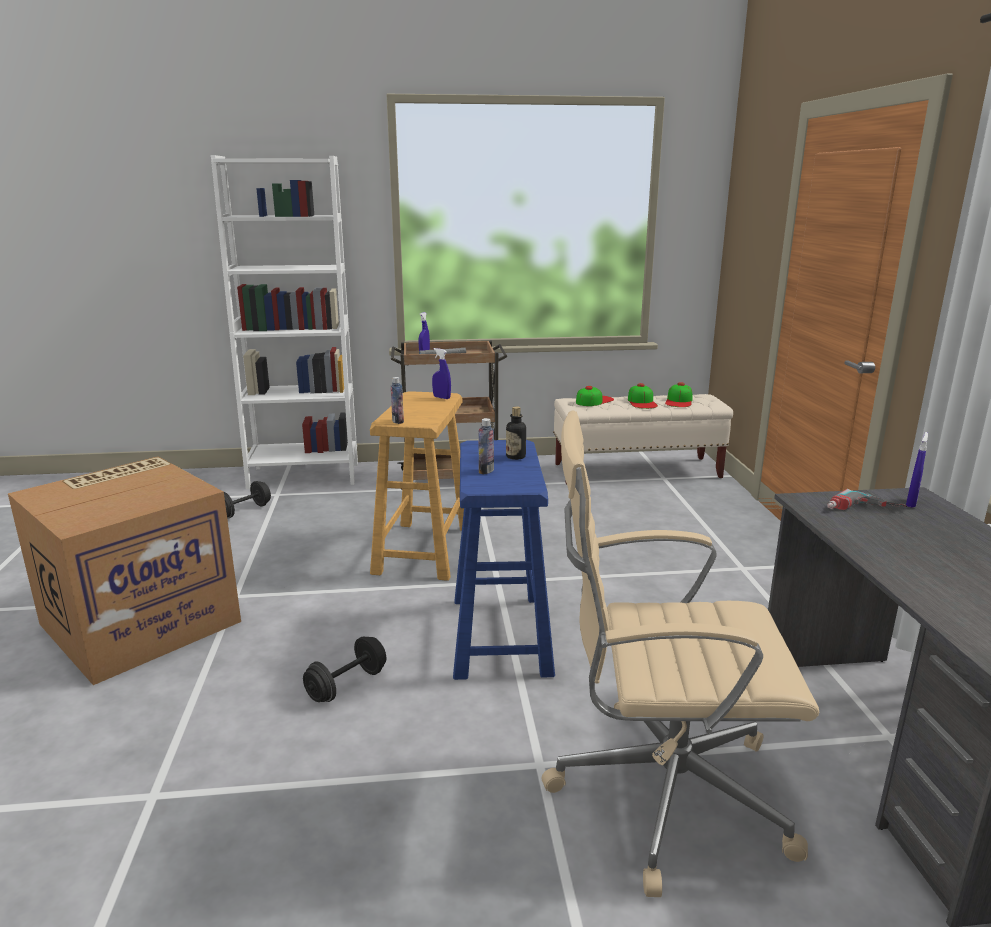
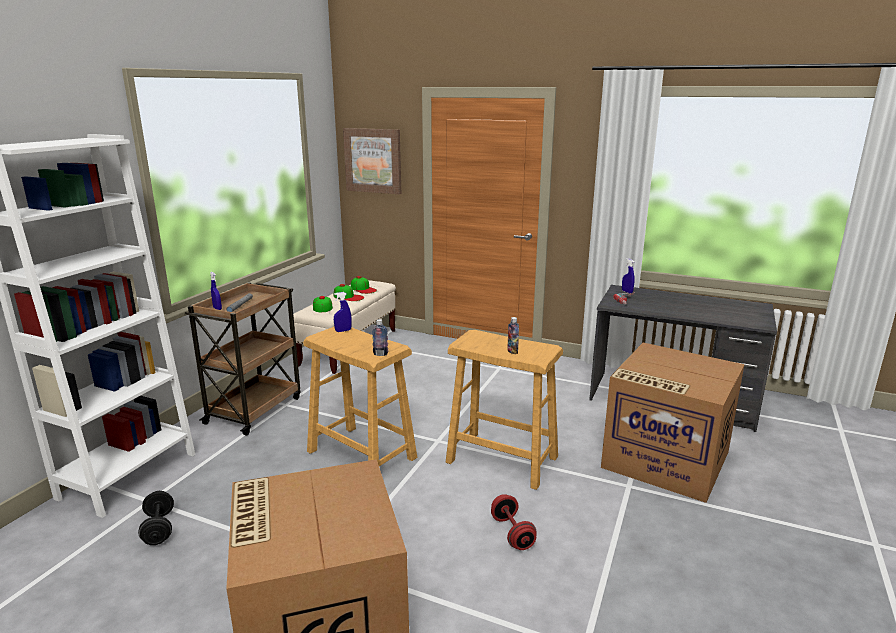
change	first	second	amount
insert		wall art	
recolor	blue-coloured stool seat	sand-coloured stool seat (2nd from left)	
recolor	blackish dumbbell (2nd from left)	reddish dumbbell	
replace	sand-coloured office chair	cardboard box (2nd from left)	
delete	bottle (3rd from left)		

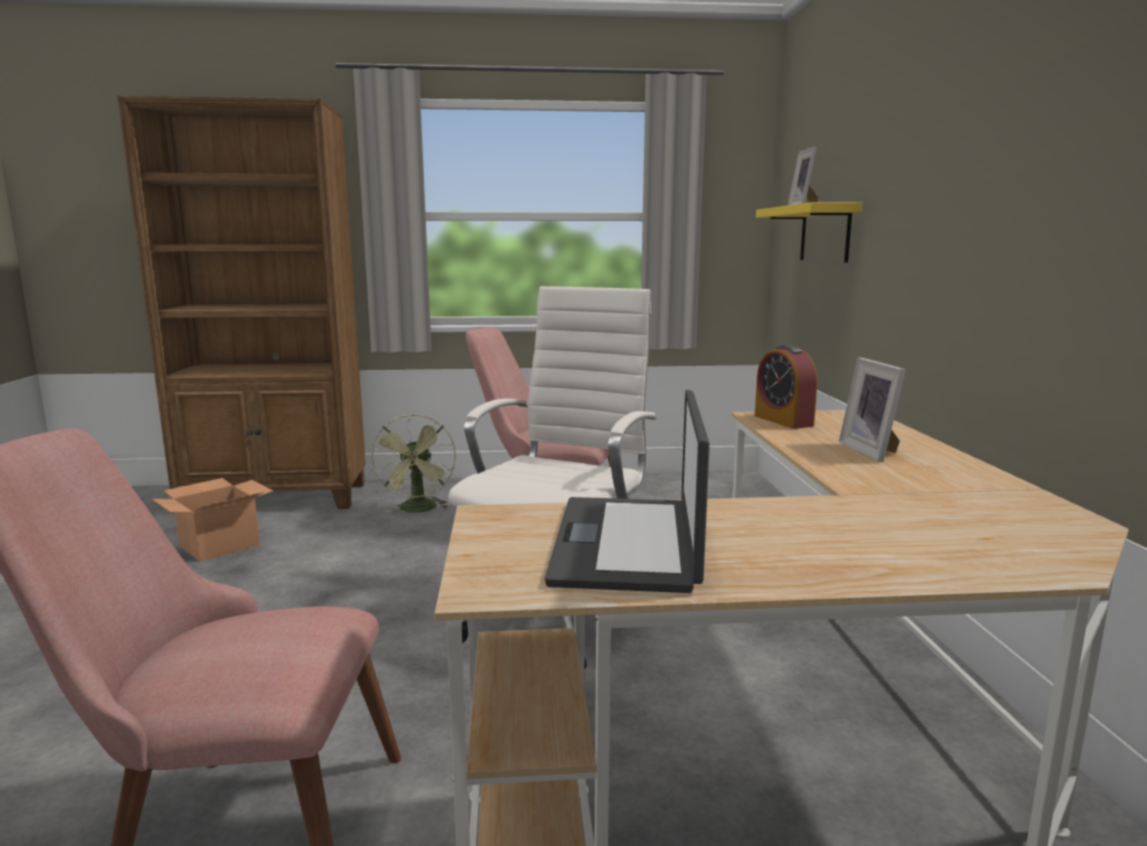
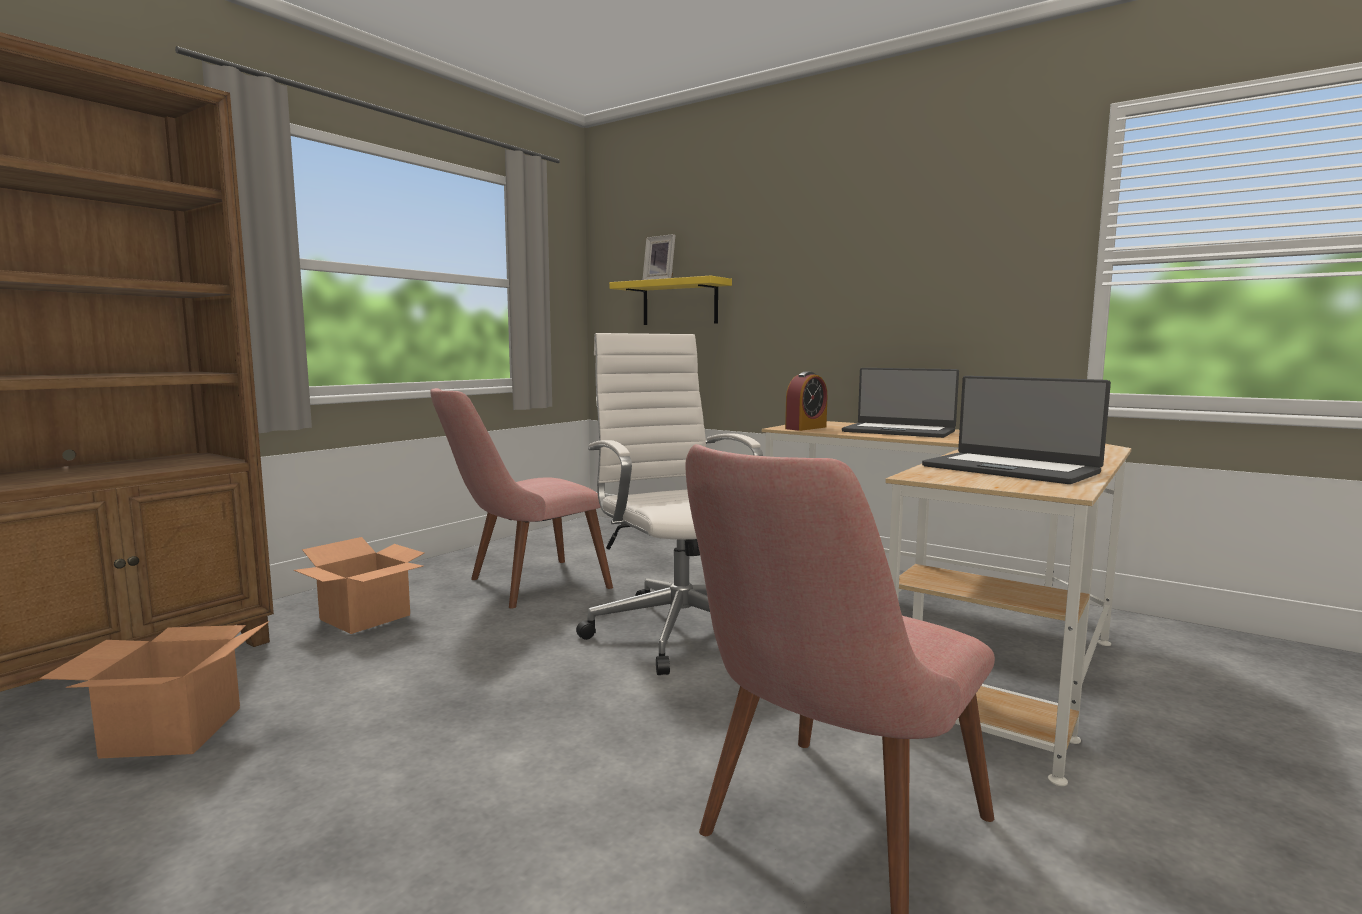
change	first	second	amount
replace	green cooling fan	cardboard box (2nd from left)	
rotate	bedside clock		60 degrees counterclockwise
replace	standing frame (2nd from left)	notebook computer (1st from left)	

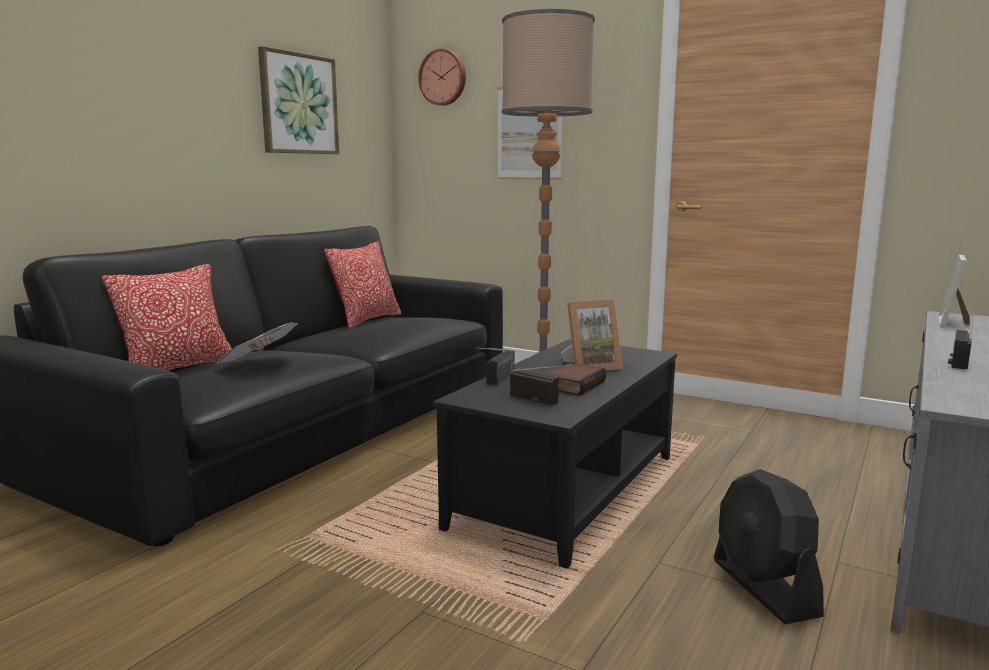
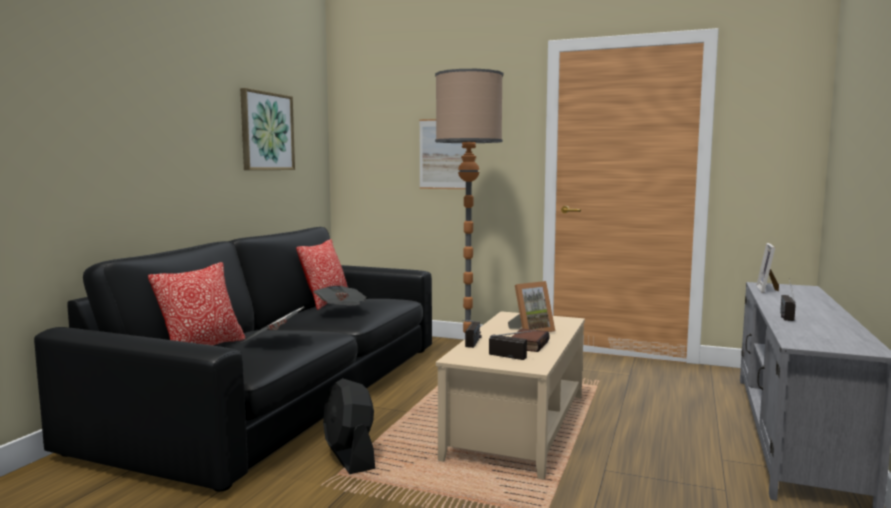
change	first	second	amount
insert		newspaper (2nd from left)	
move	blackish cooling fan		
recolor	blackish coffee table	sand-coloured coffee table	
delete	wall clock		

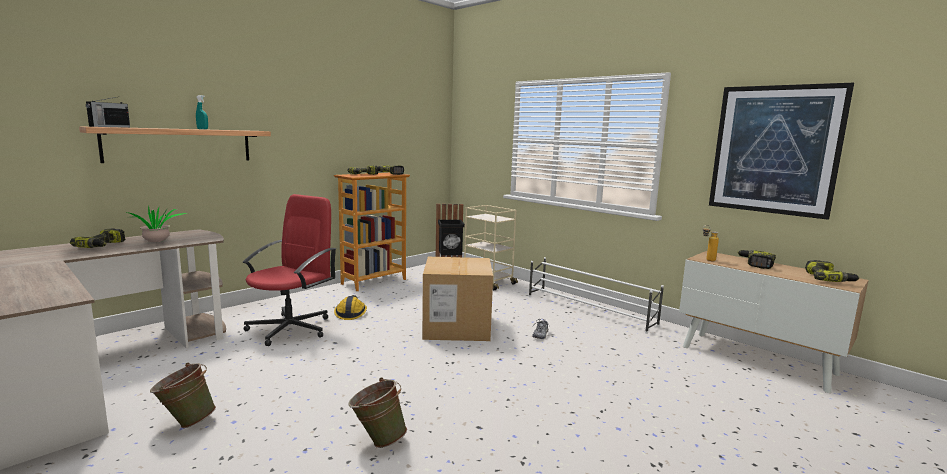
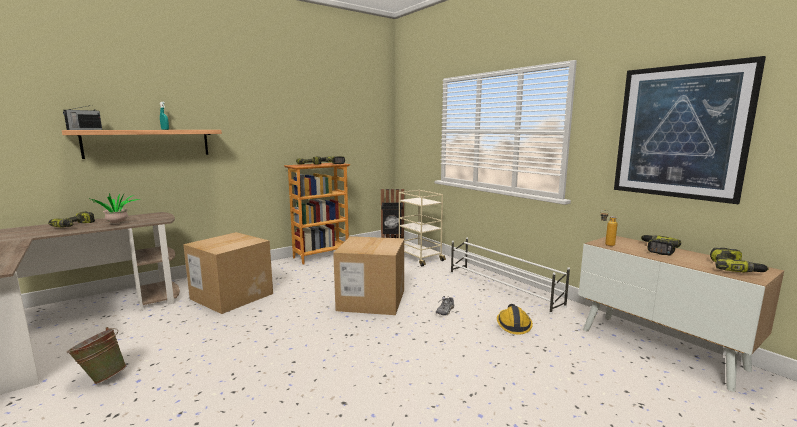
change	first	second	amount
replace	reddish office chair	cardboard box (1st from left)	
move	hard hat		
delete	green bucket (2nd from left)		

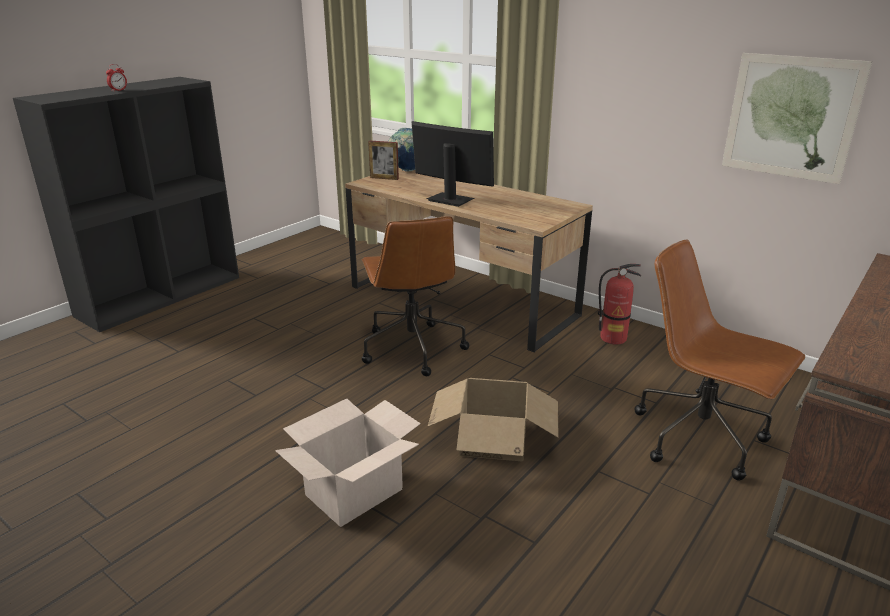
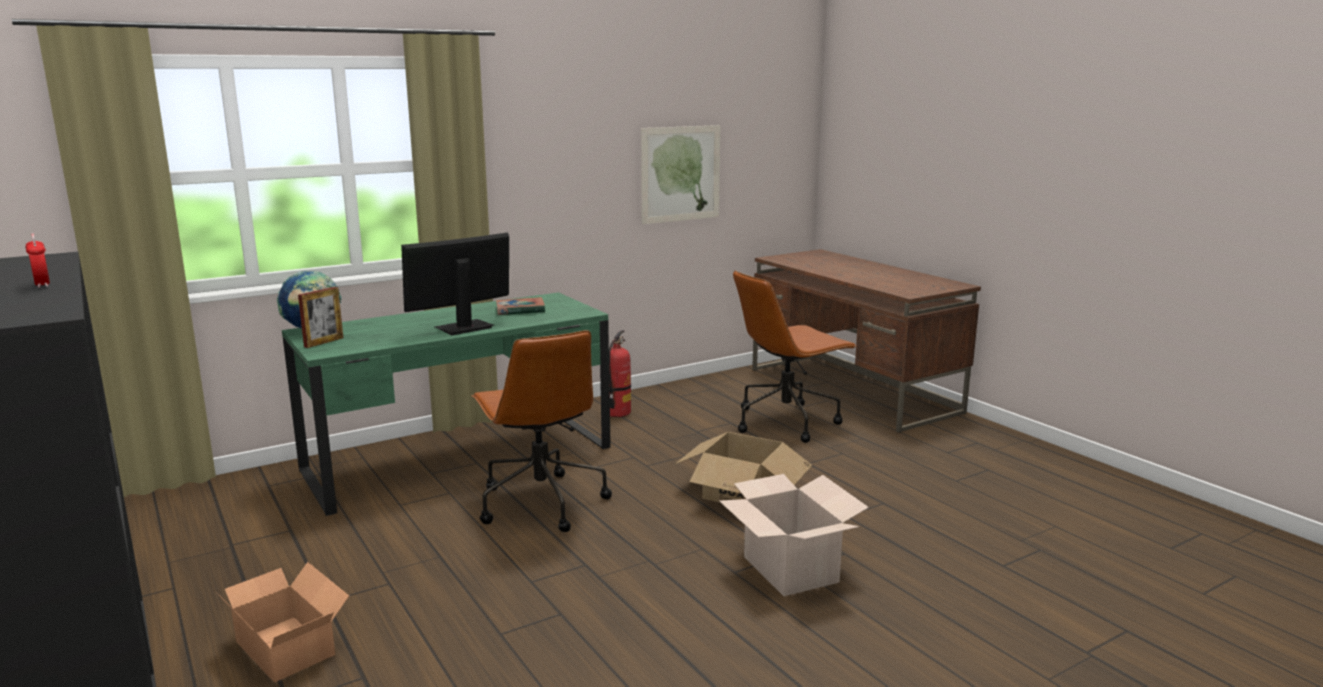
change	first	second	amount
insert		cardboard box (1st from left)	
recolor	brownish desk (1st from left)	green desk	
rotate	brownish office chair (1st from left)		60 degrees clockwise
insert		book	

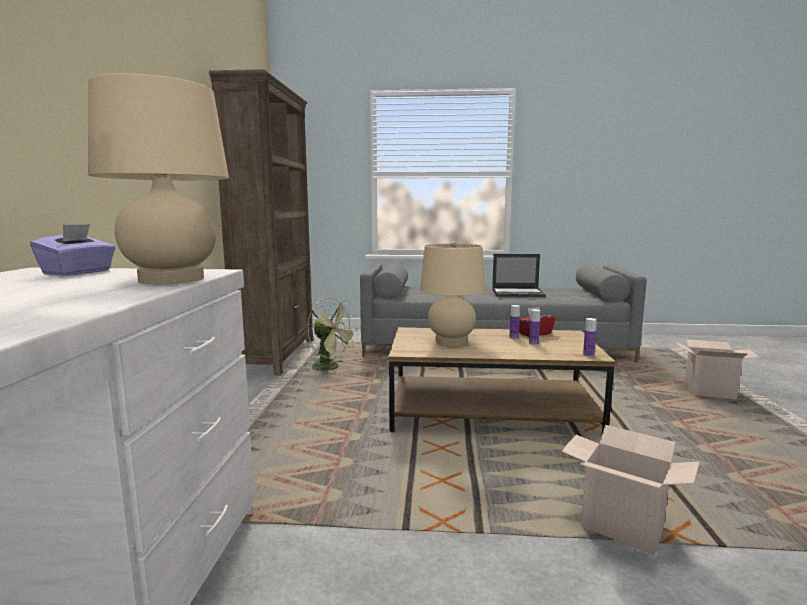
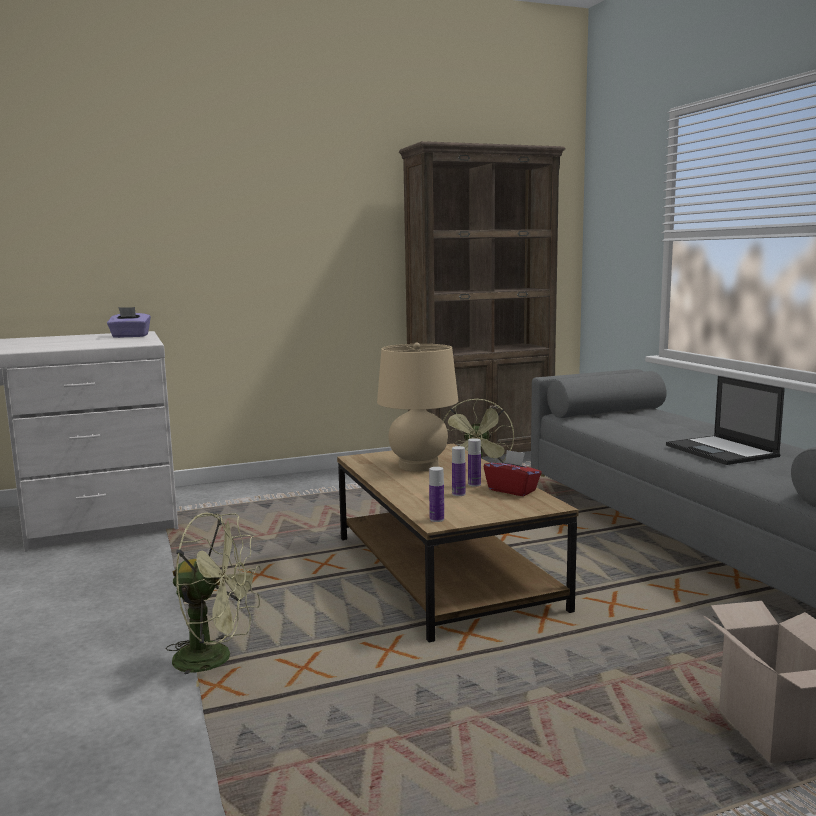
change	first	second	amount
replace	cardboard box (1st from left)	green cooling fan (1st from left)	
delete	sand-coloured tabletop lamp (1st from left)		

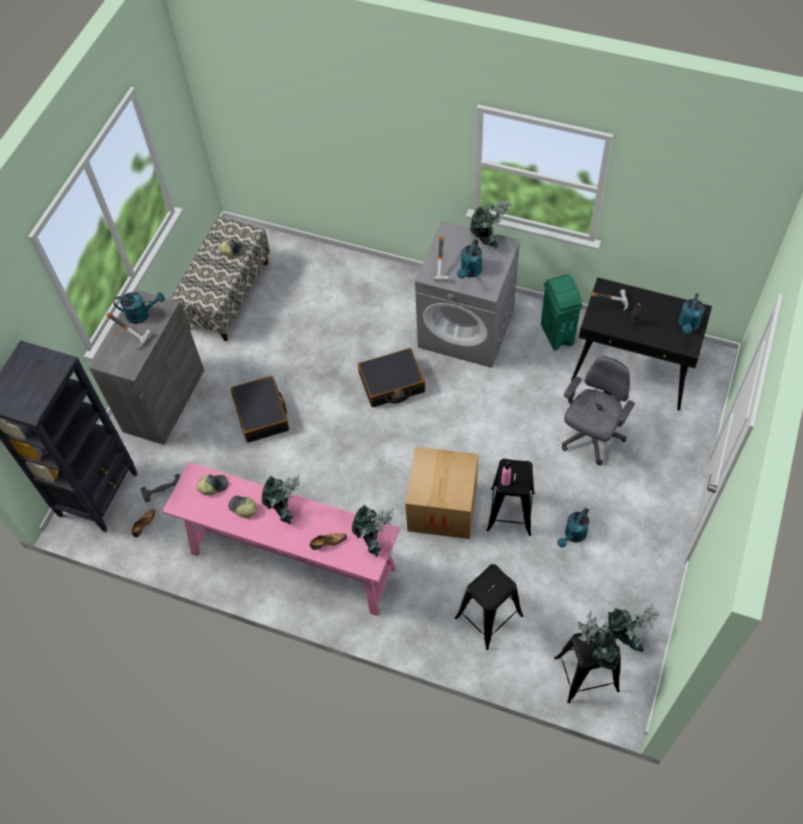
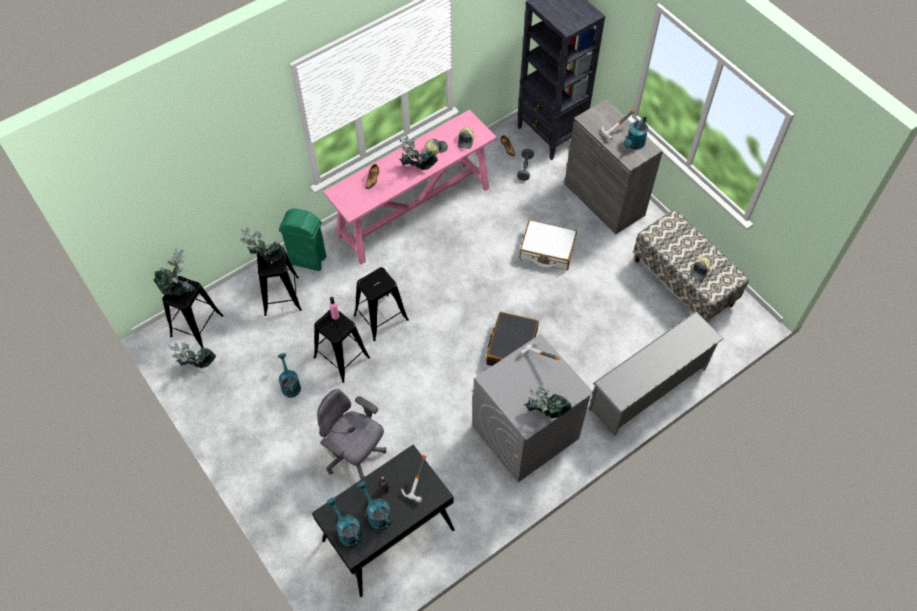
change	first	second	amount
move	houseplant (2nd from left in the first image)	houseplant (3rd from left)	
move	green rubbish bin		
rotate	grey office chair		150 degrees clockwise
replace	cardboard box	blackish stool seat (4th from left)	
move	blue-green sprinkling can (2nd from left in the first image)	blue-green sprinkling can (3rd from left)	
recolor	blackish piece of luggage (1st from left)	whitish piece of luggage	
insert		grey shoe stand	

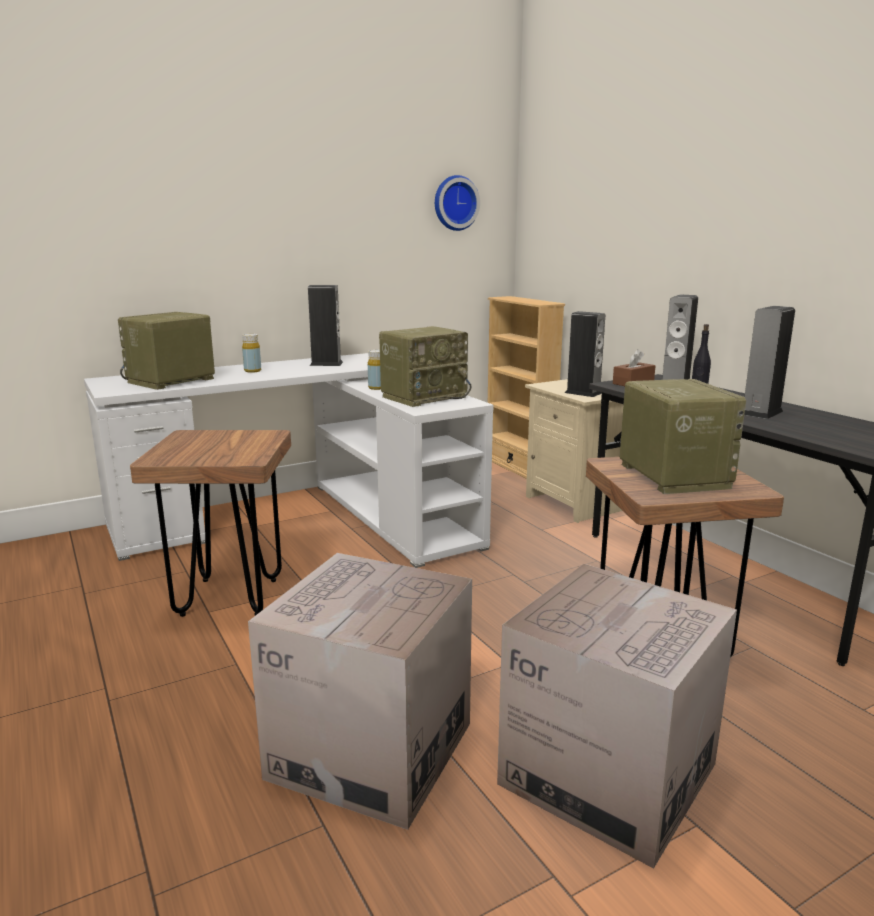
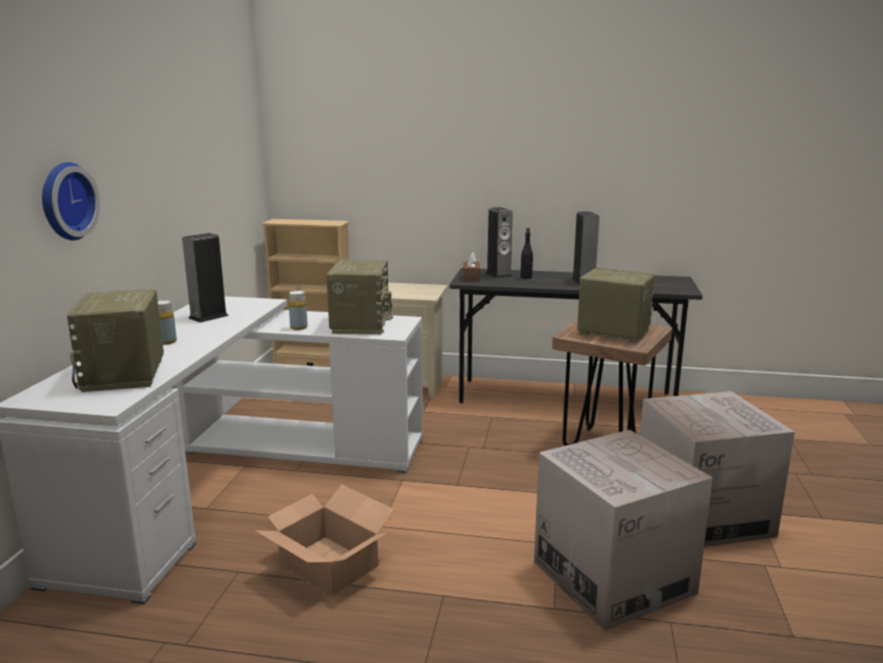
change	first	second	amount
move	wall clock		
replace	brownish stool seat (1st from left)	cardboard box (1st from left)	
delete	audio speaker (2nd from left)		

